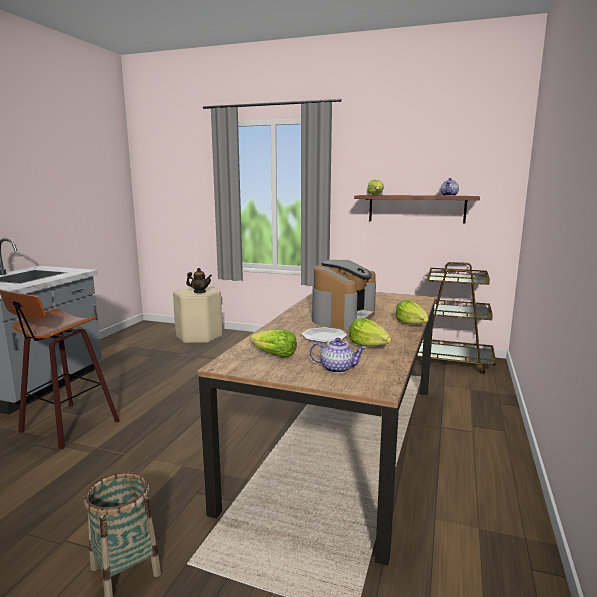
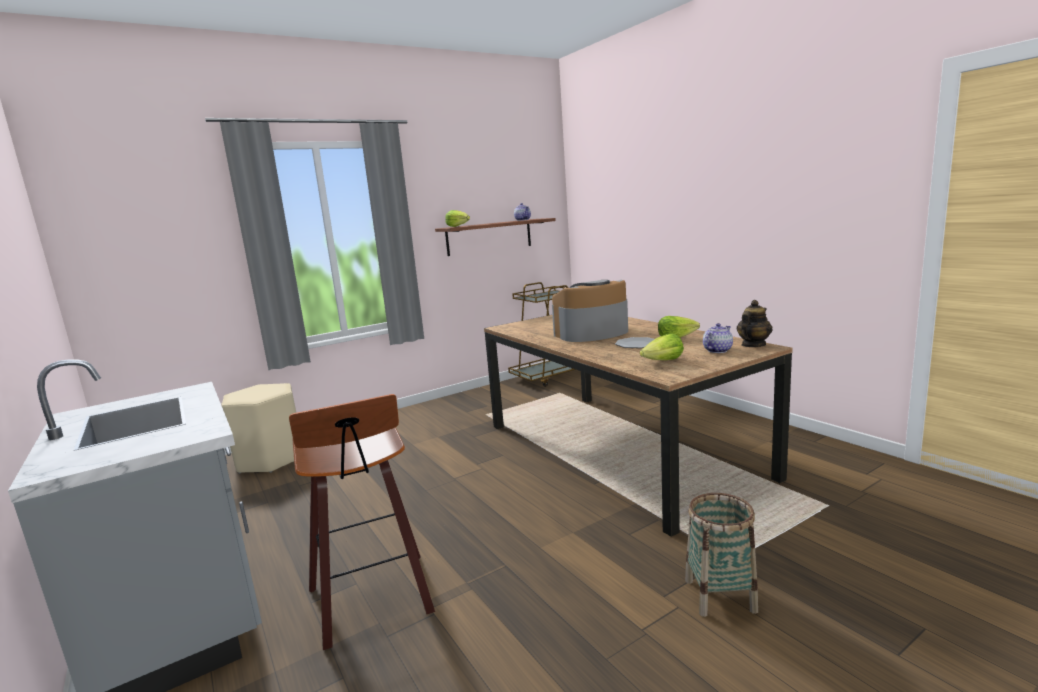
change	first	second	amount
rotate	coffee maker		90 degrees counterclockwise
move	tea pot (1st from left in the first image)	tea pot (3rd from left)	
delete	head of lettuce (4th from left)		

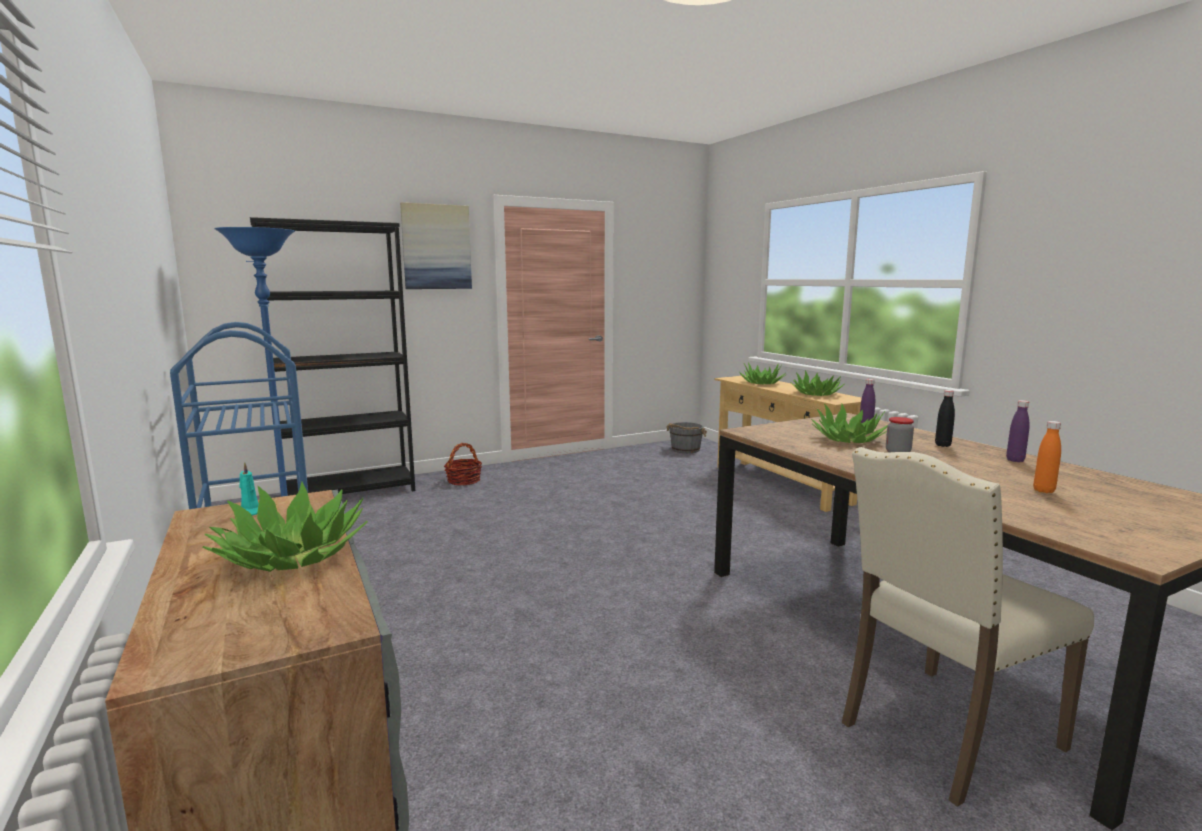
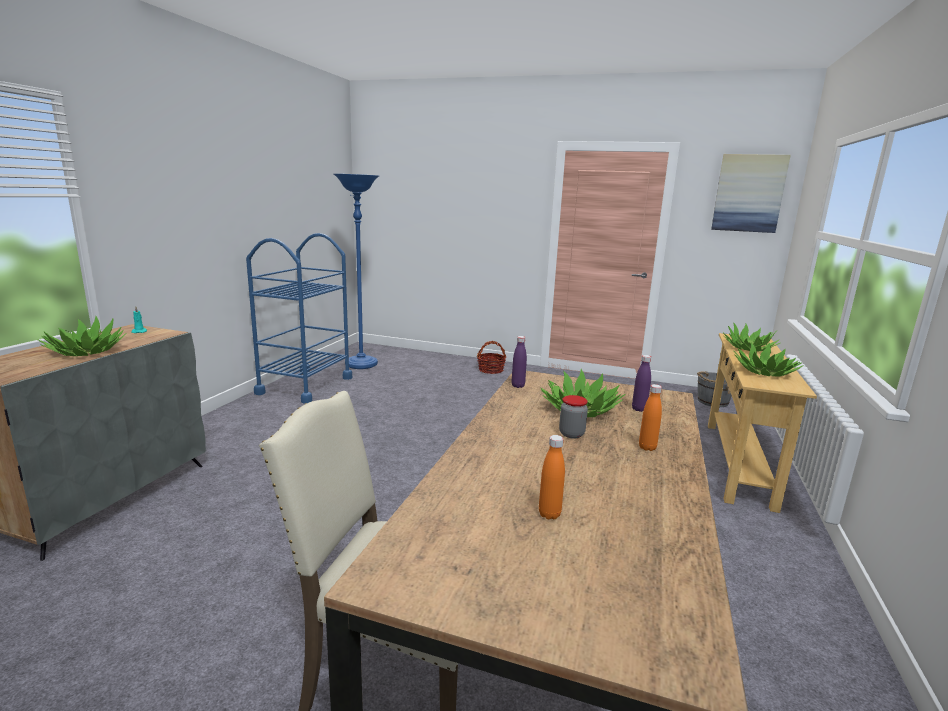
change	first	second	amount
move	purple bottle (2nd from left in the first image)	purple bottle (1st from left)	
recolor	blackish bottle	orange bottle (2nd from left)	
move	wall art		
delete	blackish bookcase		

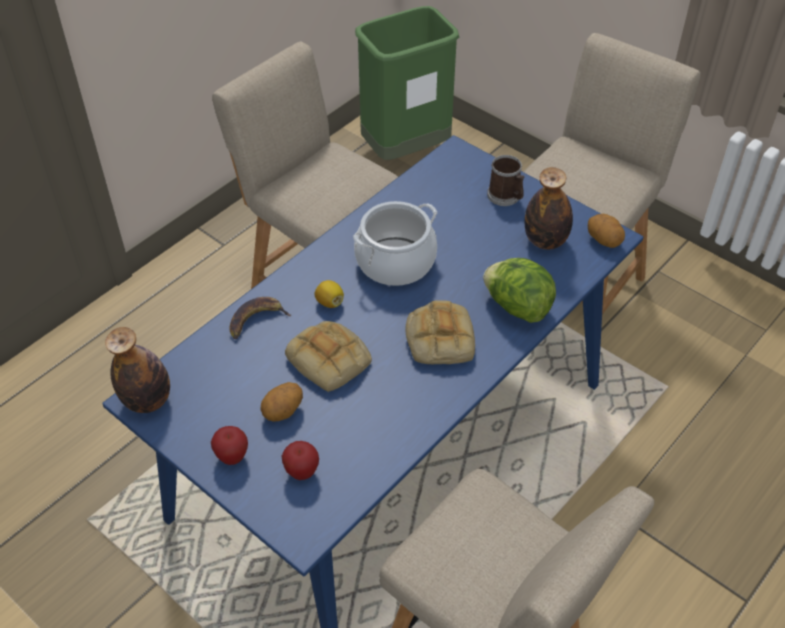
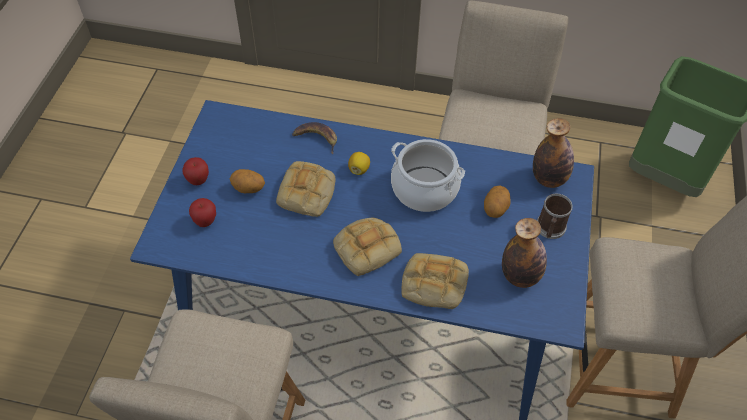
change	first	second	amount
replace	head of lettuce	baked bread (3rd from left)	
move	whole potato (2nd from left)		
move	bottle (1st from left in the first image)	bottle (2nd from left)	

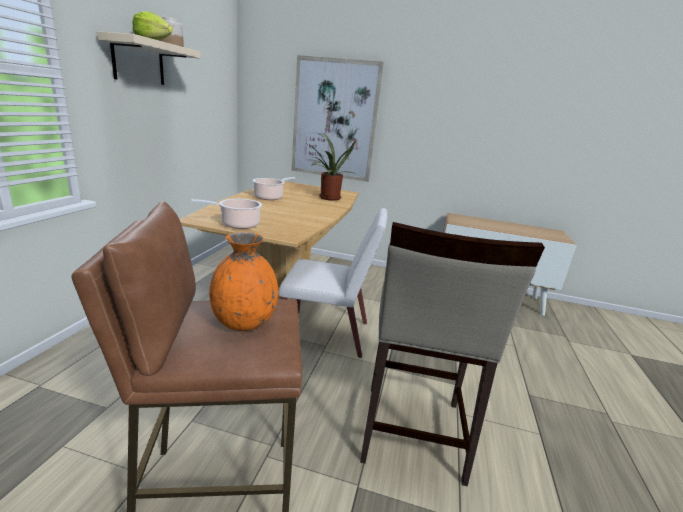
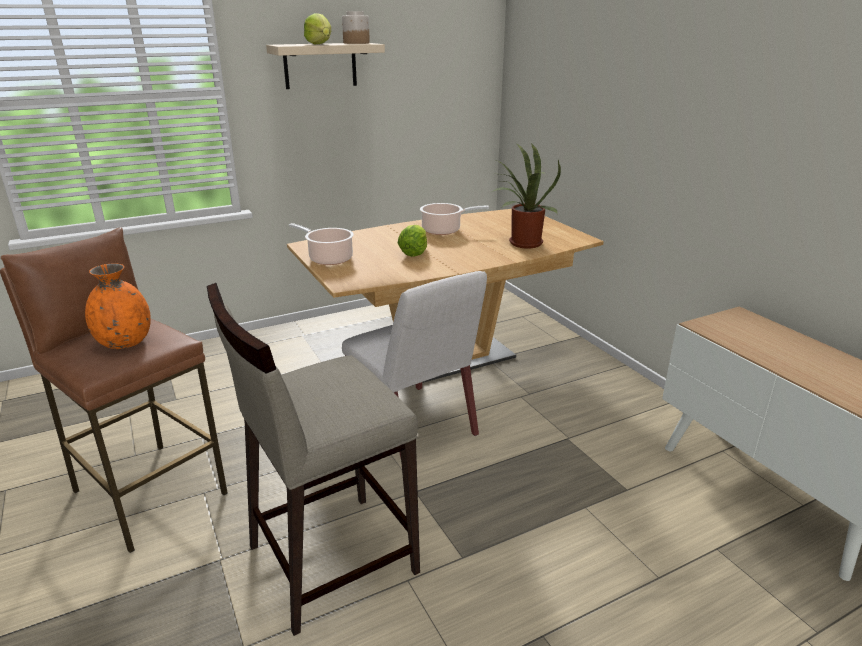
change	first	second	amount
insert		head of lettuce (2nd from left)	
delete	wall art		

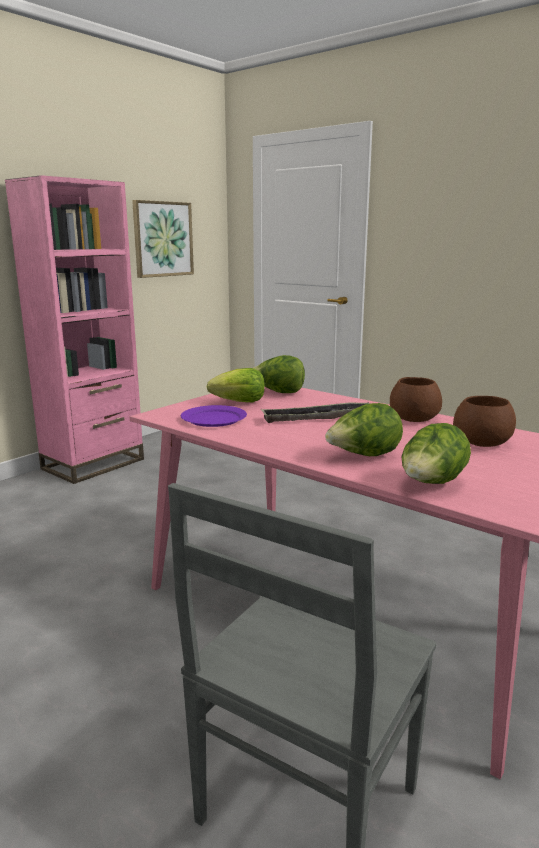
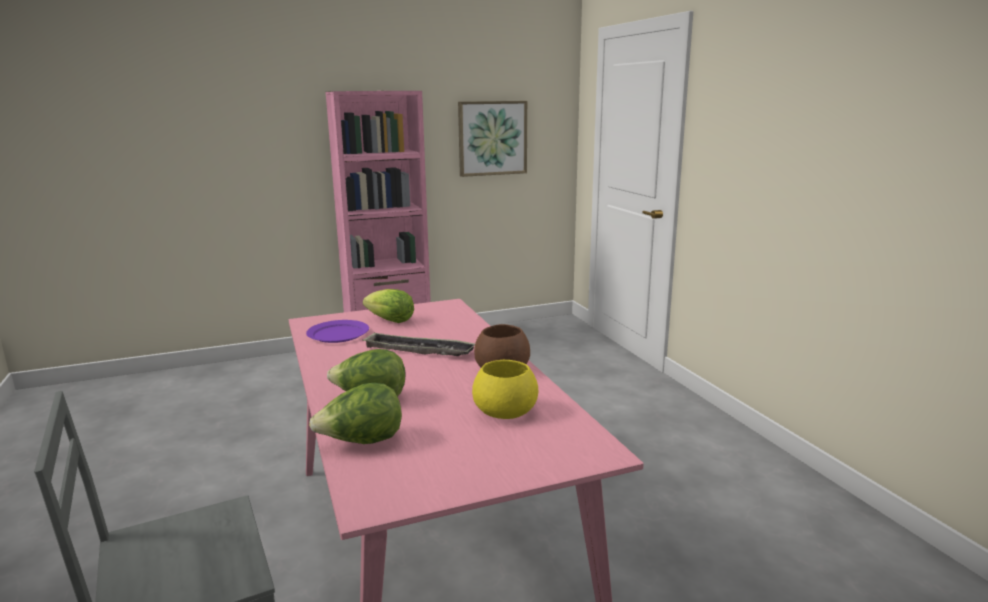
change	first	second	amount
recolor	brownish bowl (2nd from left)	yellow bowl	
delete	head of lettuce (2nd from left)		

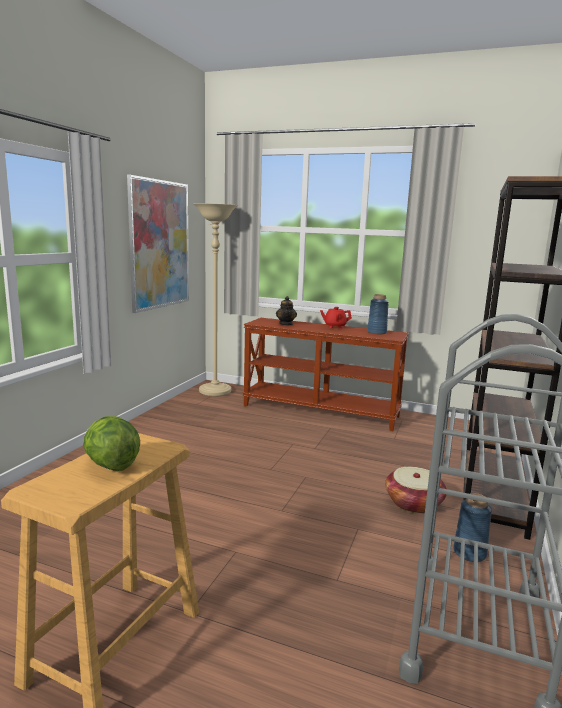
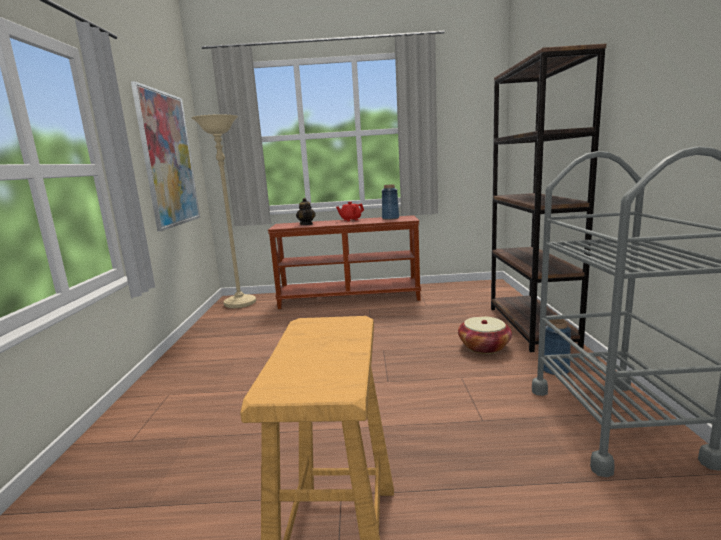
change	first	second	amount
delete	head of lettuce		

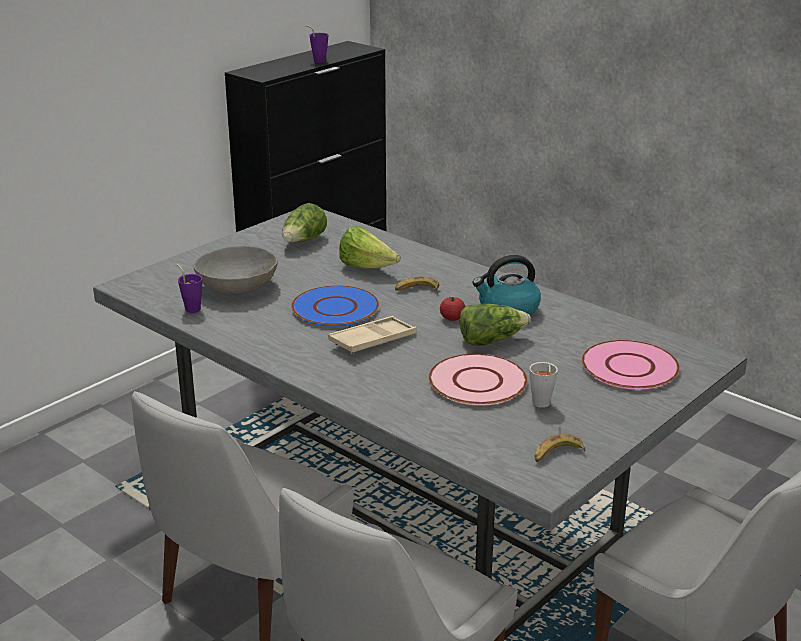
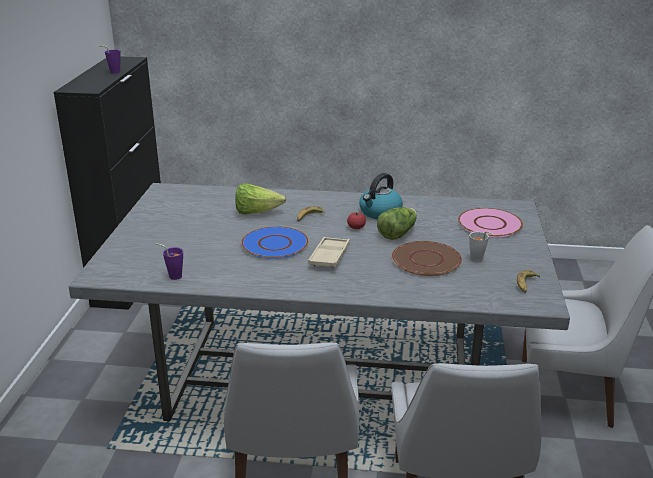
change	first	second	amount
recolor	pinkish dinner plate (1st from left)	brownish dinner plate	
delete	grey bowl		
delete	head of lettuce (1st from left)		

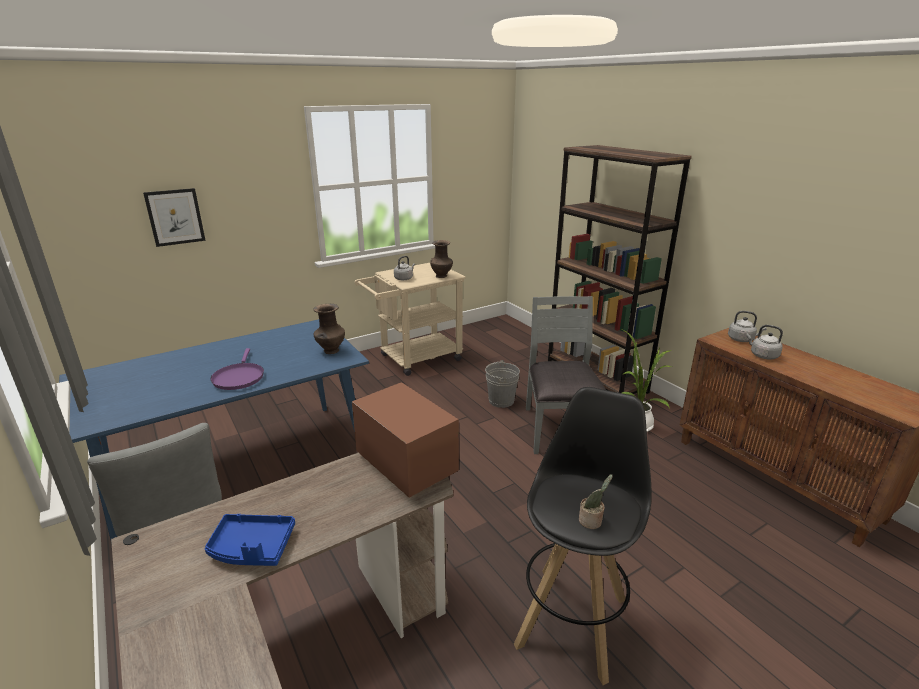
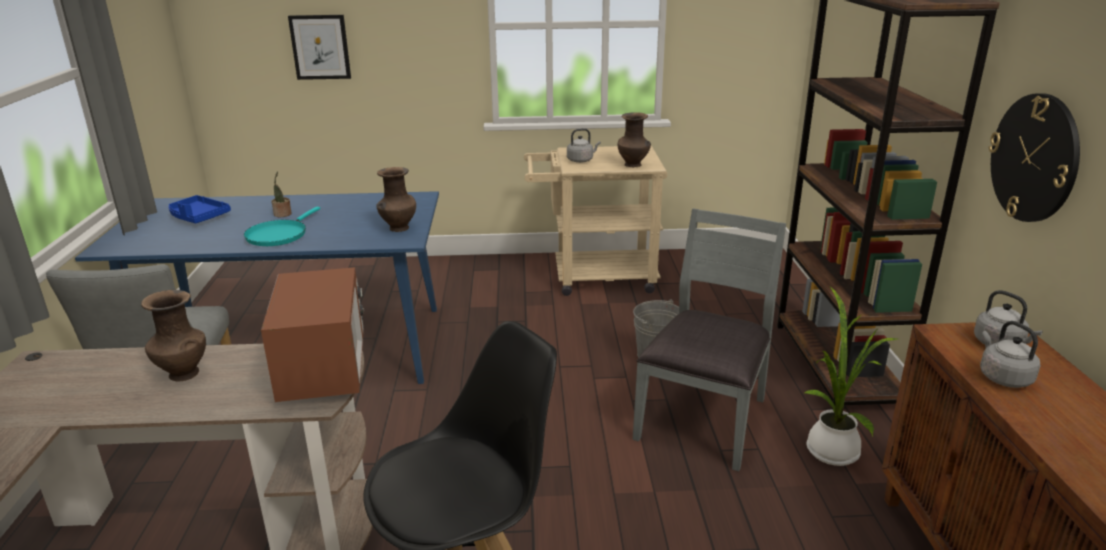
change	first	second	amount
insert		brownish flower vase (1st from left)	
move	blue-coloured serving tray		
recolor	purple pan	blue-green pan	
move	houseplant (1st from left)		
insert		wall clock	

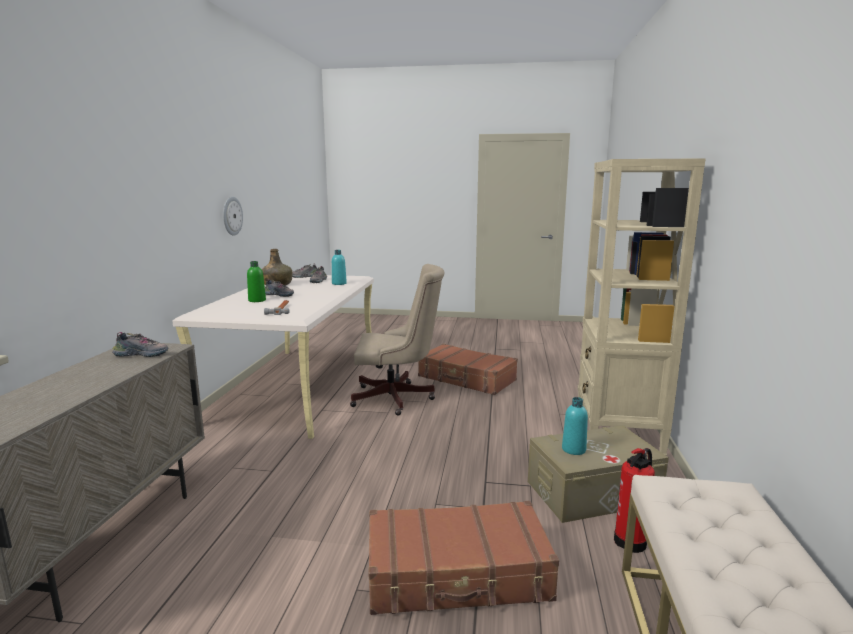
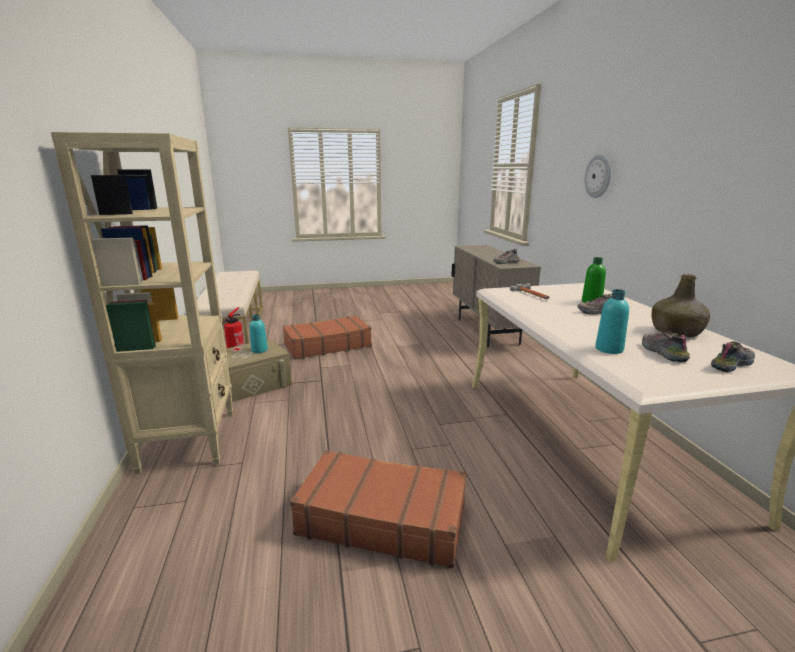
change	first	second	amount
move	wall clock		
delete	sand-coloured office chair		

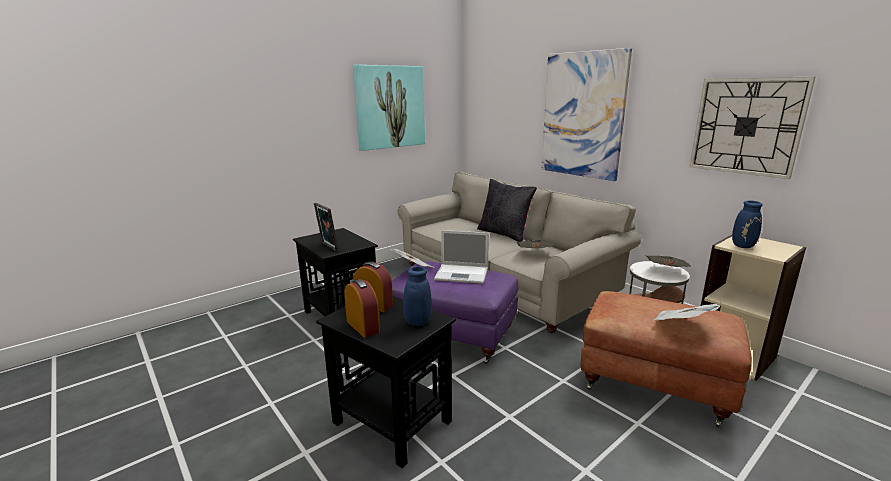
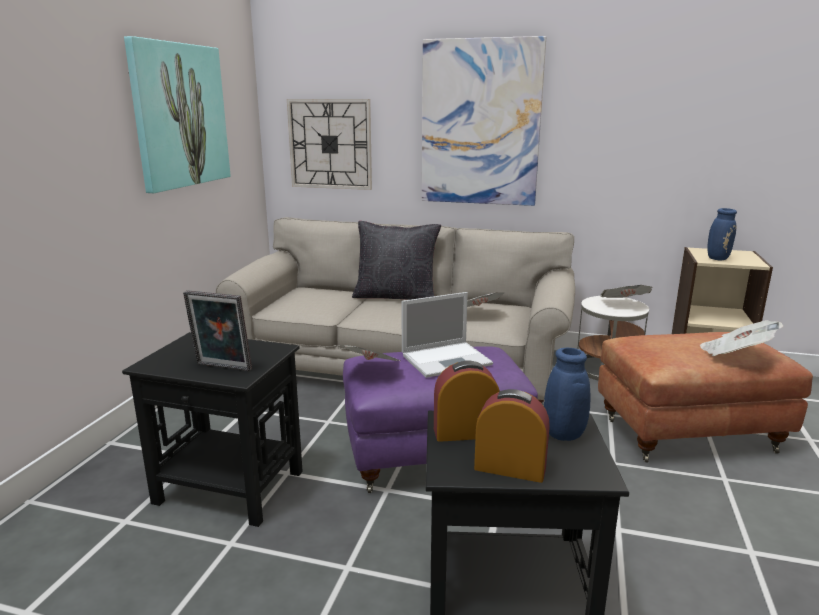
change	first	second	amount
move	wall clock		

